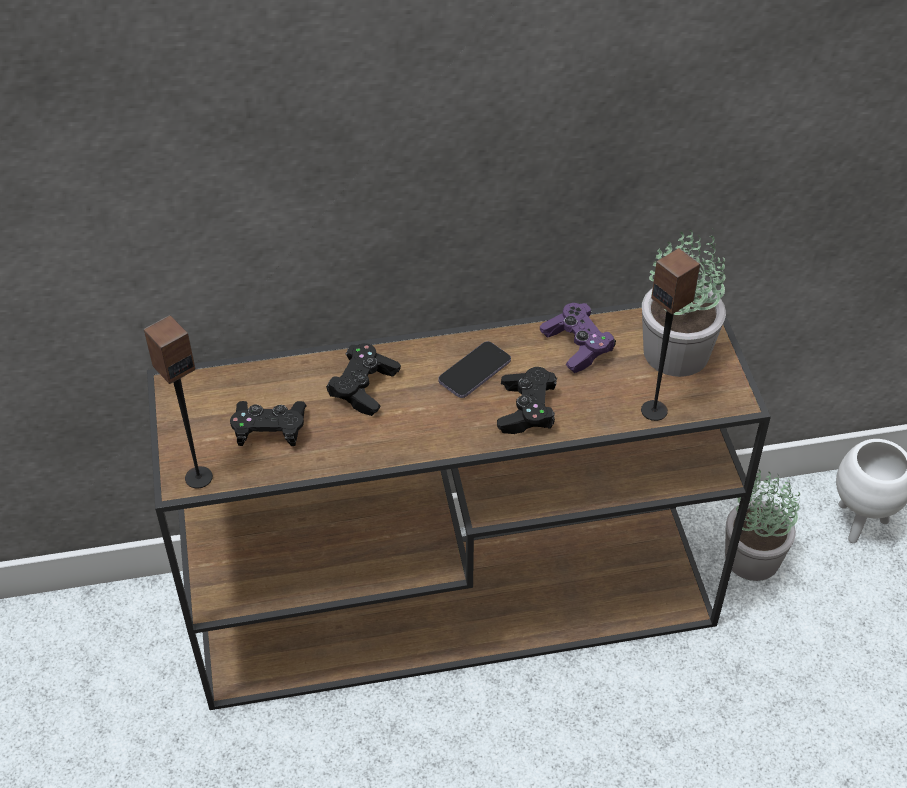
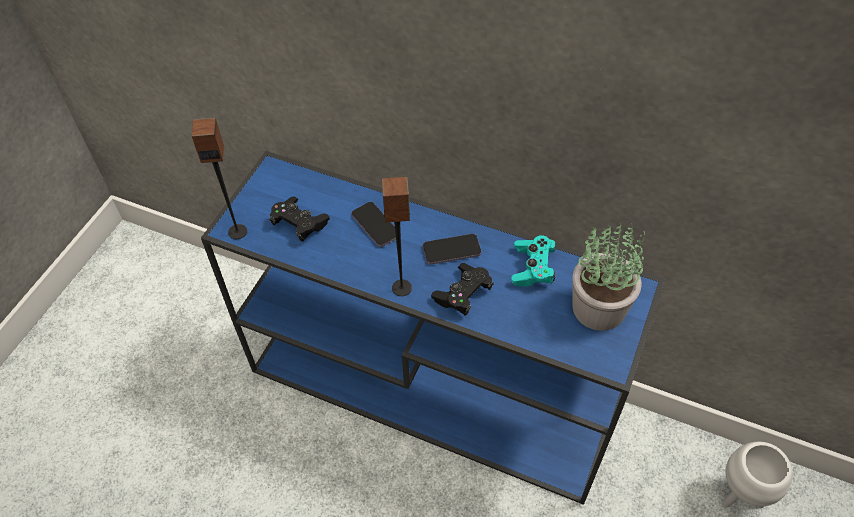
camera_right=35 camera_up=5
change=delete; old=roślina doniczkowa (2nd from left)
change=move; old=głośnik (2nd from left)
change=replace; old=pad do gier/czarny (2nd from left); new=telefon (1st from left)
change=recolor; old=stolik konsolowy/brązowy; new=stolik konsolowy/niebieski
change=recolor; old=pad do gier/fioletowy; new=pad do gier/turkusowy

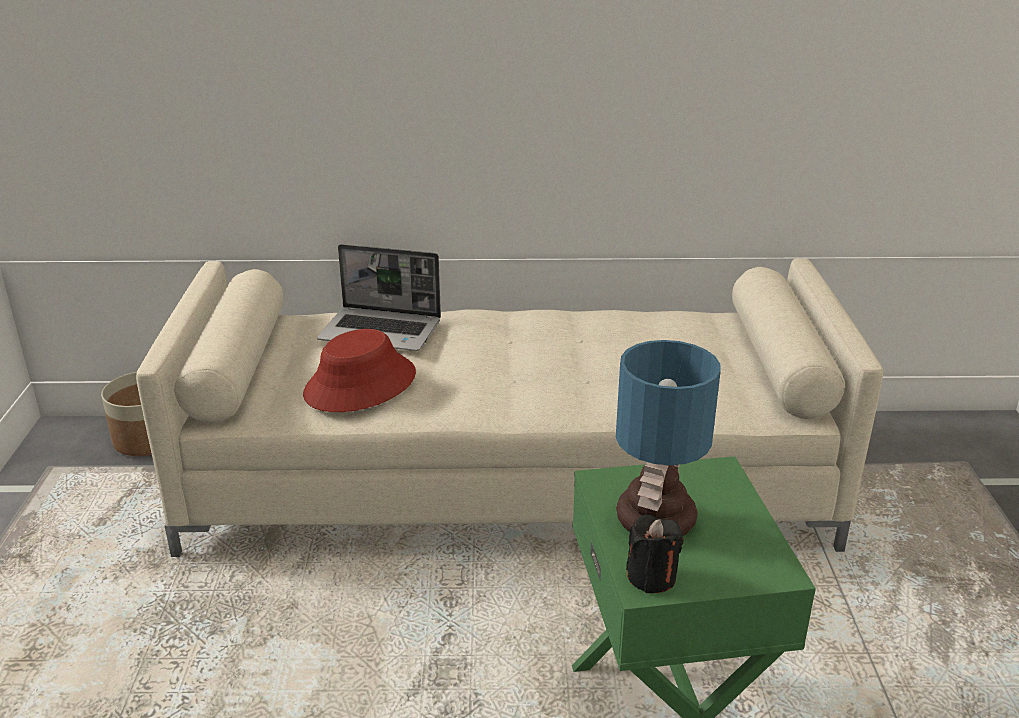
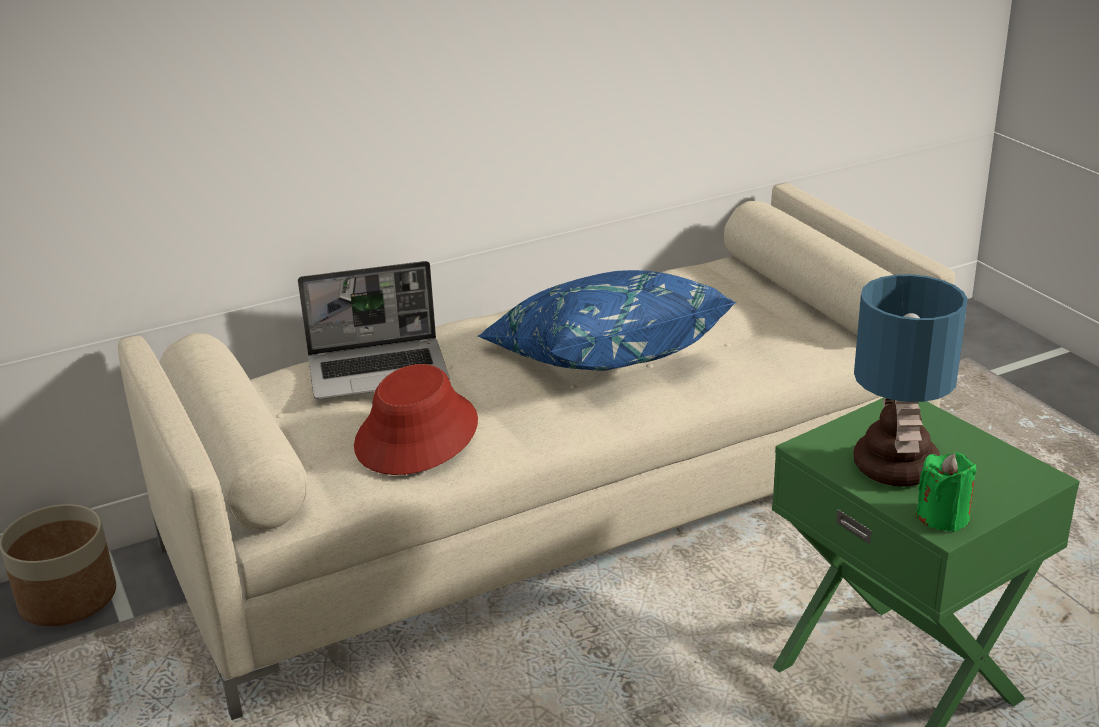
camera_right=-25 camera_up=0
change=insert; new=poduszka/niebieski
change=recolor; old=świeca/czarny; new=świeca/zielony

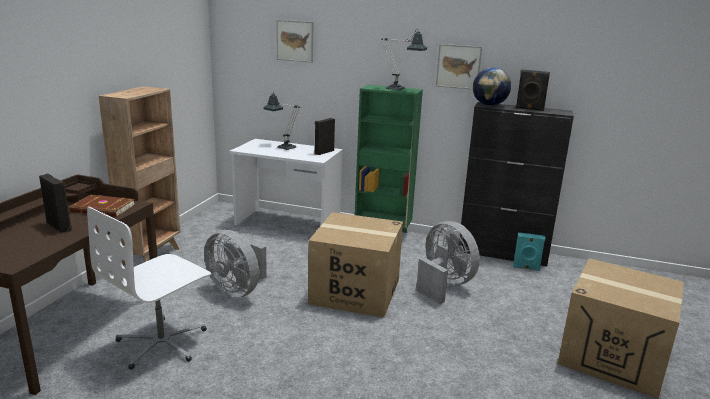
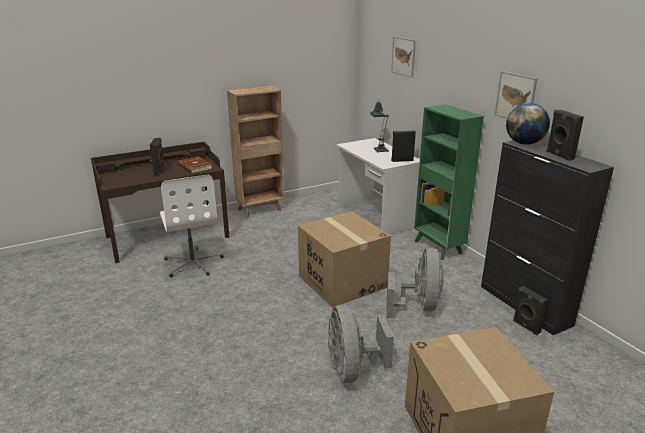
camera_right=45 camera_up=5
change=delete; old=lampa stołowa (2nd from left)
change=move; old=wentylator/szary (1st from left)
change=recolor; old=głośnik/turkusowy; new=głośnik/czarny (3rd from left)
change=rotate; old=krzesło biurowe/biały; degrees=-105

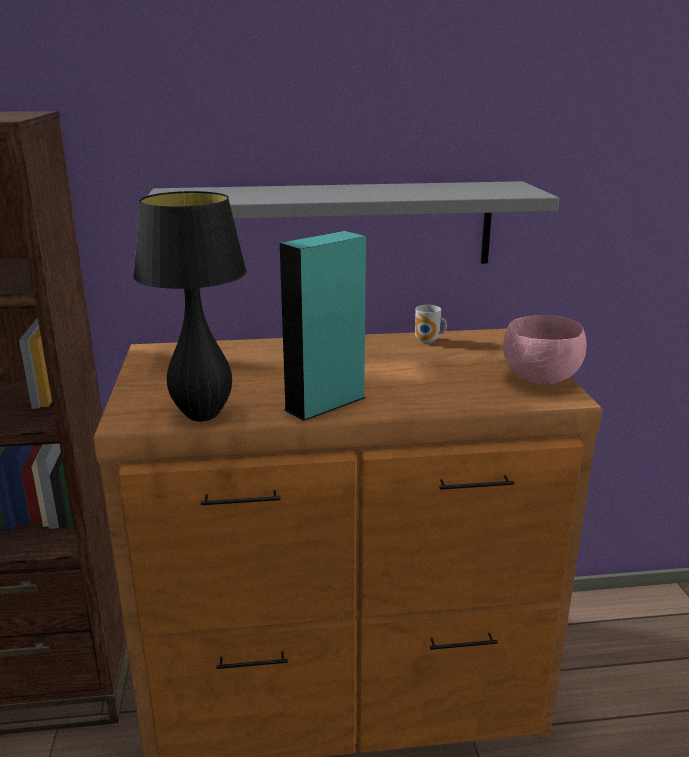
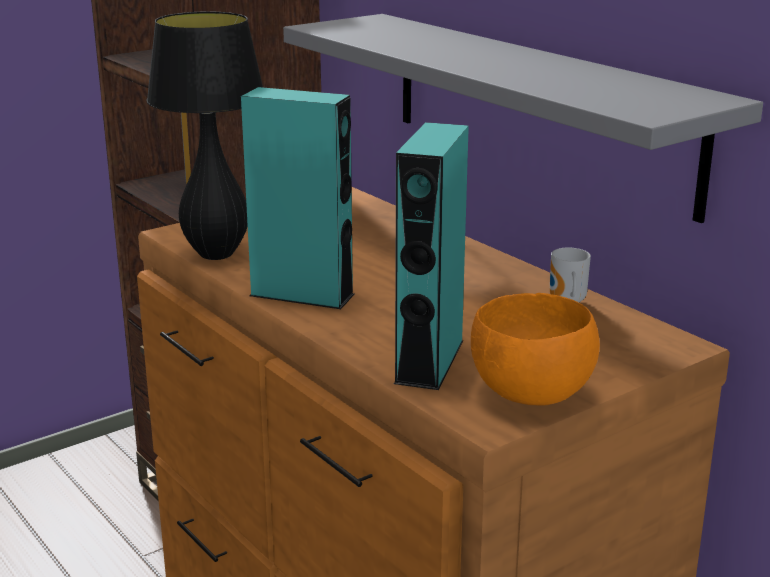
camera_right=60 camera_up=0
change=insert; new=głośnik/turkusowy (2nd from left)
change=recolor; old=miska/różowy; new=miska/pomarańczowy

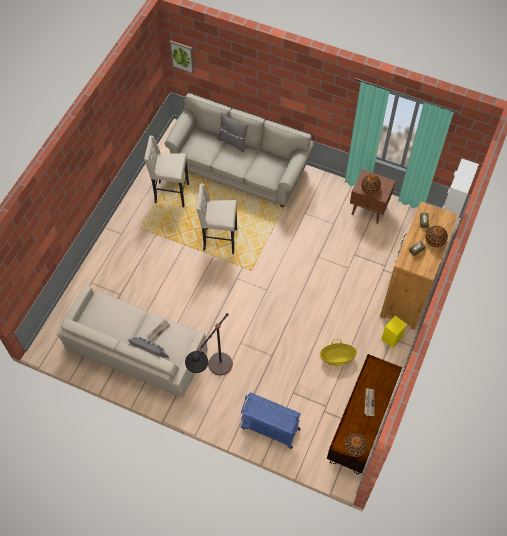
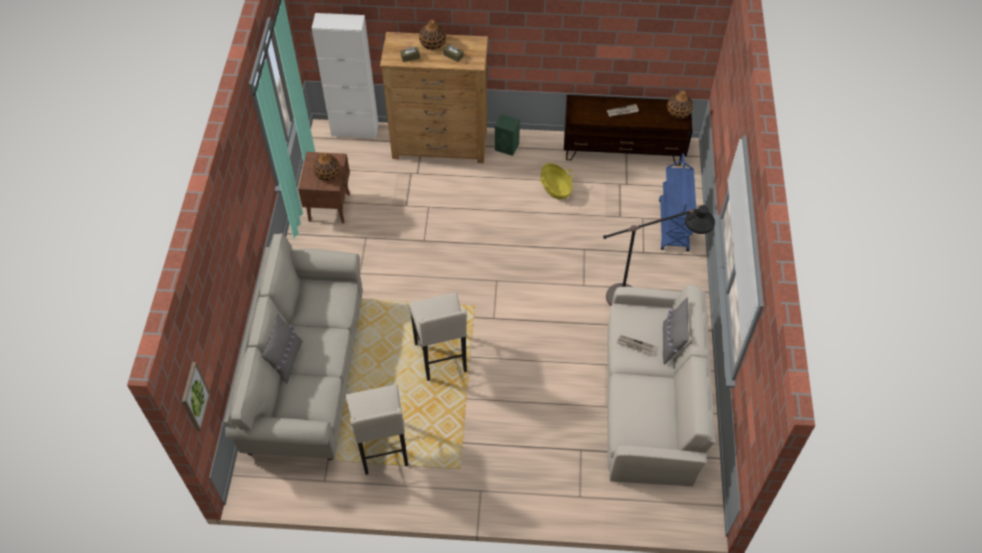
camera_right=-110 camera_up=-5
change=recolor; old=głośnik/żółty; new=głośnik/zielony

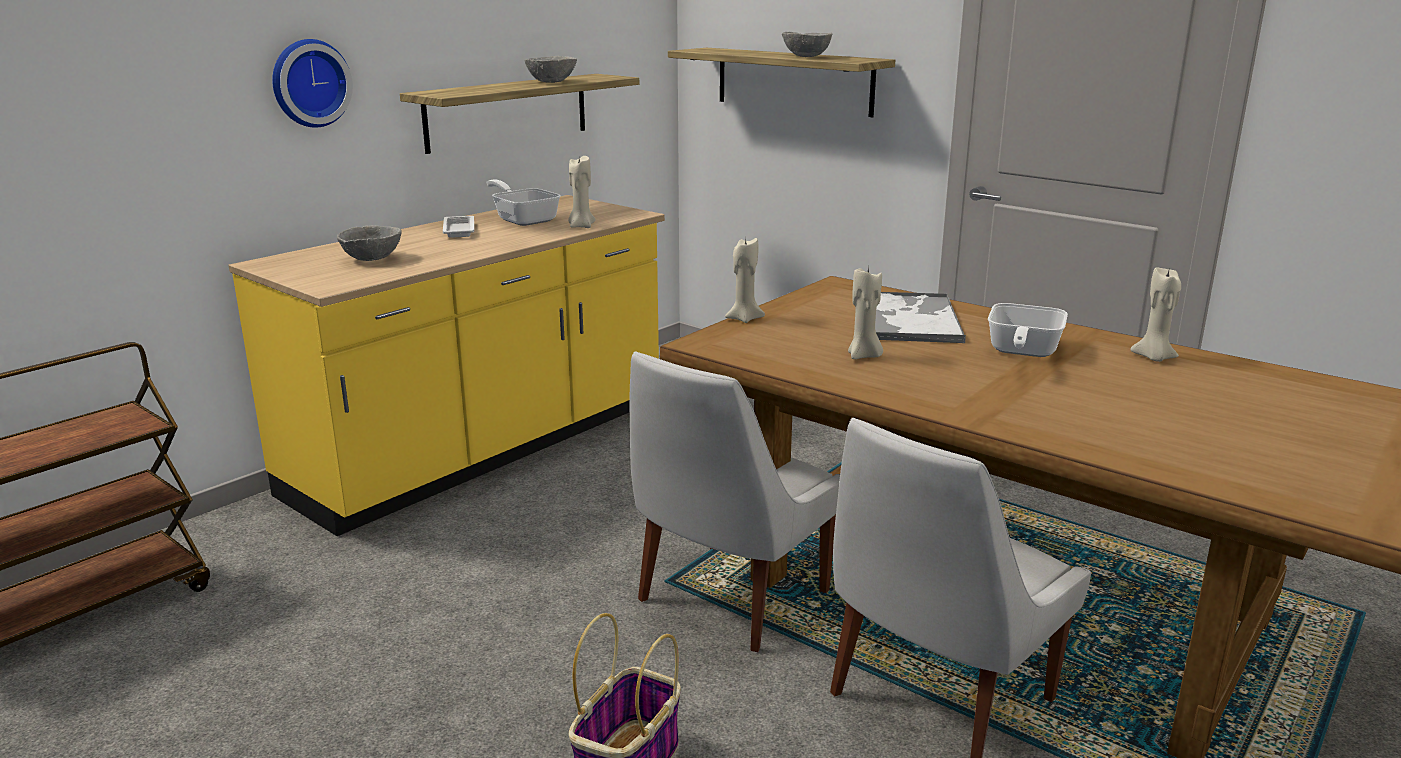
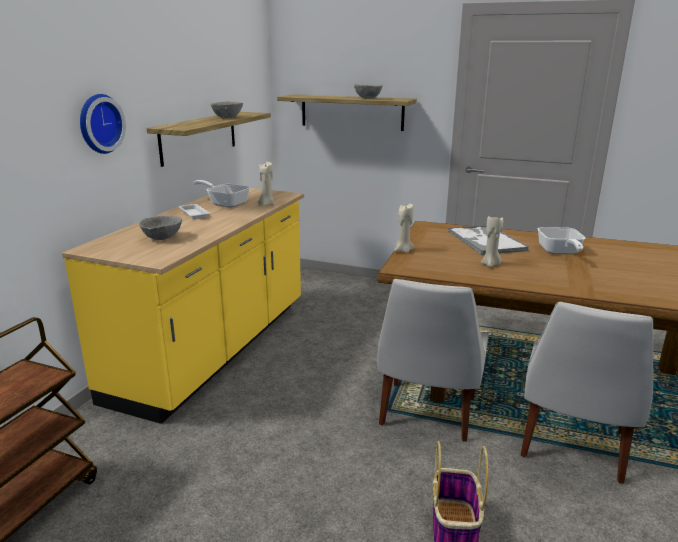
camera_right=-20 camera_up=0
change=delete; old=świeca/beżowy (4th from left)

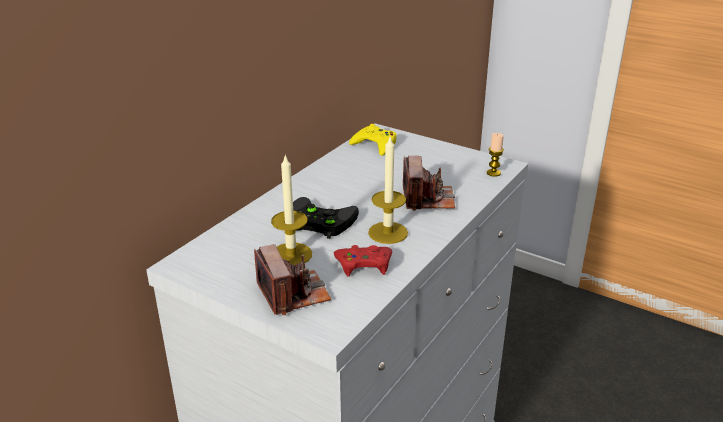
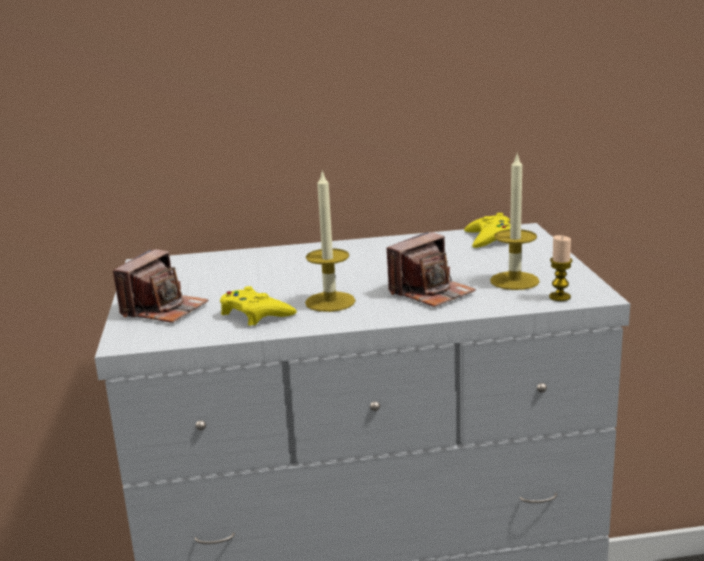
camera_right=50 camera_up=-10
change=delete; old=pad do gier/czarny
change=move; old=świeca (1st from left in the first image); new=świeca (2nd from left)
change=recolor; old=pad do gier/czerwony; new=pad do gier/żółty (1st from left)

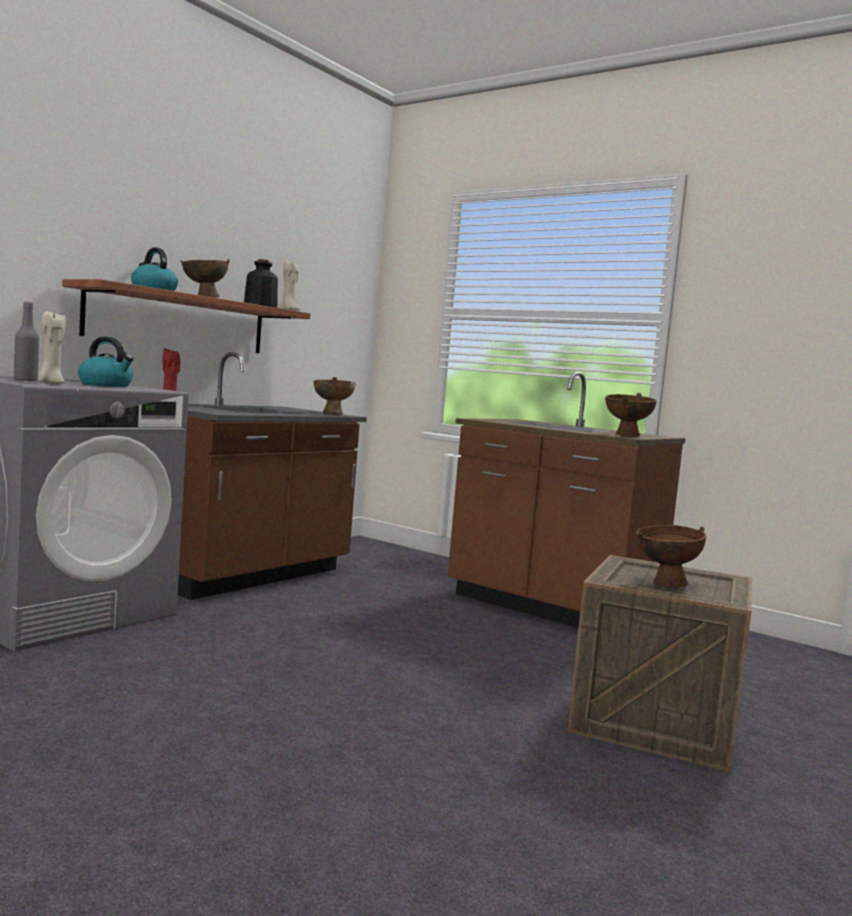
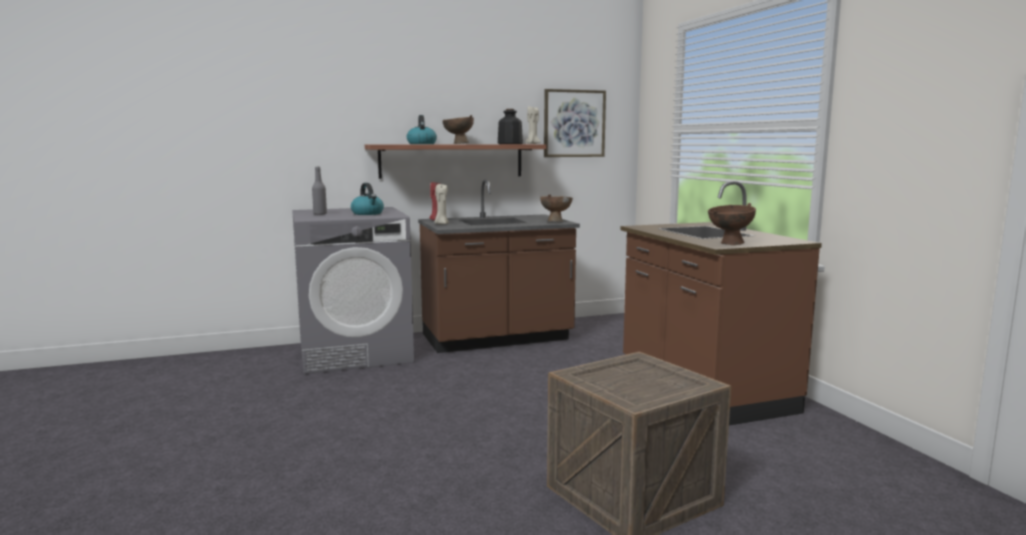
camera_right=35 camera_up=5
change=delete; old=miska/brązowy (4th from left)
change=insert; new=obraz
change=move; old=świeca/beżowy (1st from left)

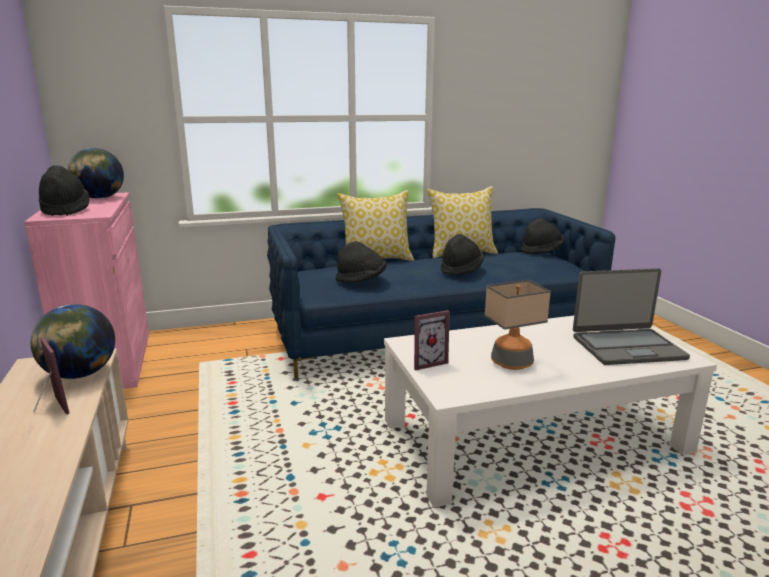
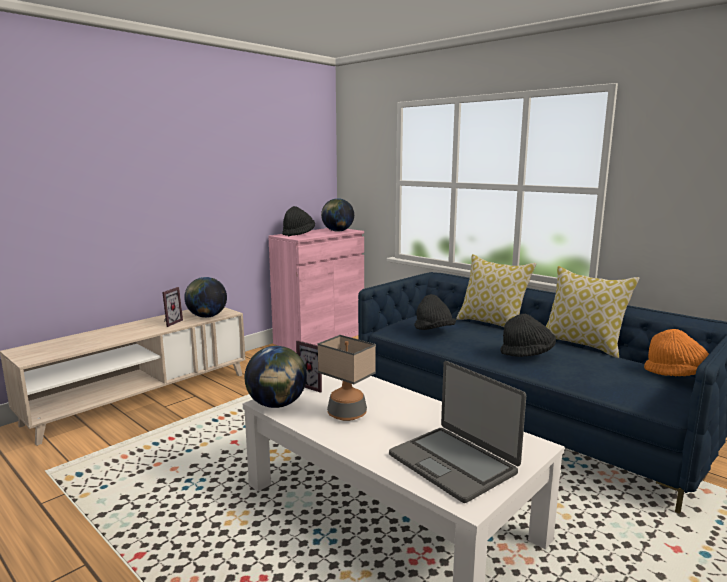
camera_right=60 camera_up=-5
change=insert; new=globus (2nd from left)
change=recolor; old=kapelusz/czarny (4th from left); new=kapelusz/pomarańczowy

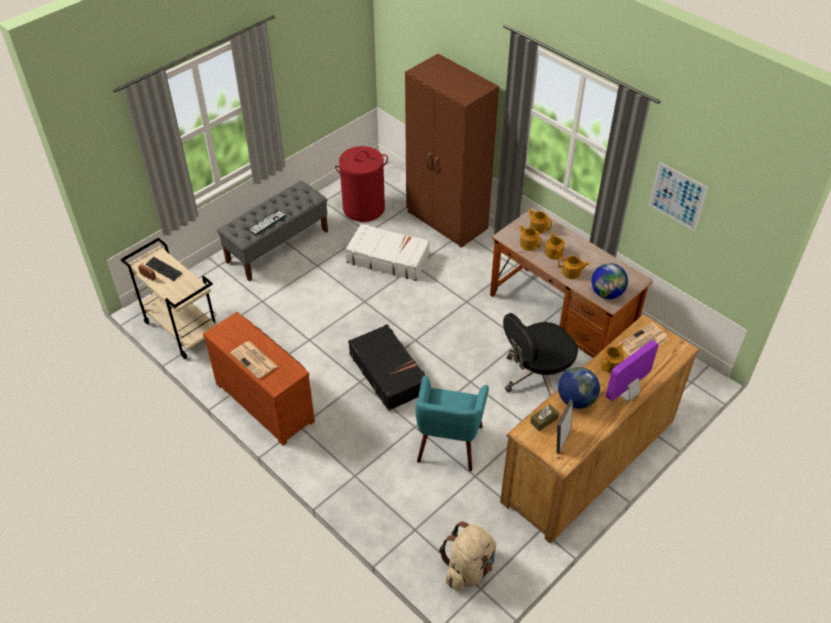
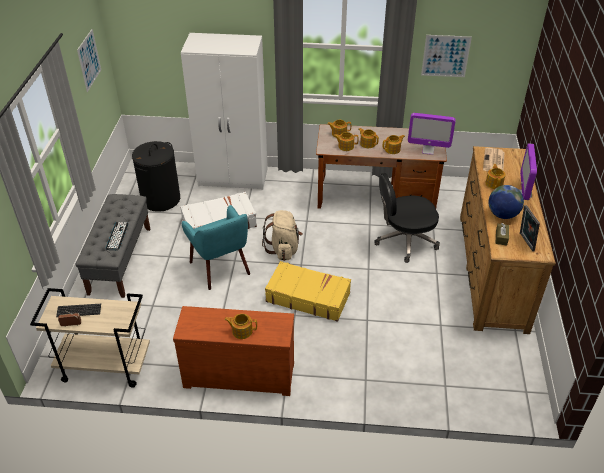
camera_right=-40 camera_up=-5
change=insert; new=obraz (1st from left)
change=move; old=fotel/turkusowy
change=move; old=plecak/beżowy
change=replace; old=gazeta (1st from left); new=imbryk (1st from left)
change=replace; old=globus (2nd from left); new=monitor (1st from left)
change=recolor; old=kosz na pranie/czerwony; new=kosz na pranie/czarny
change=recolor; old=walizka/czarny; new=walizka/żółty
change=recolor; old=szafa/brązowy; new=szafa/biały
change=rotate; old=krzesło biurowe/czarny; degrees=60

